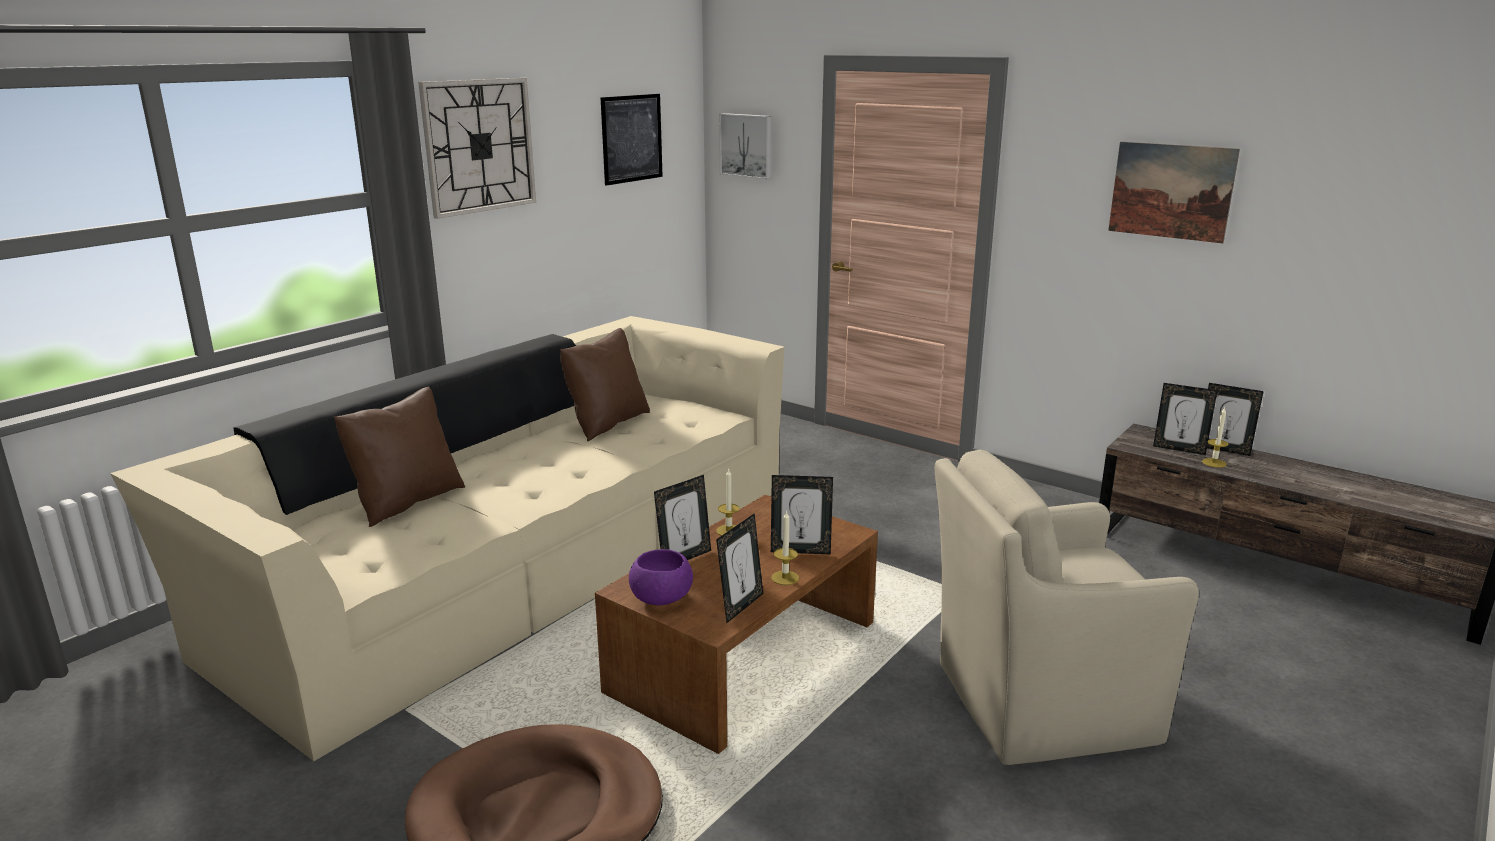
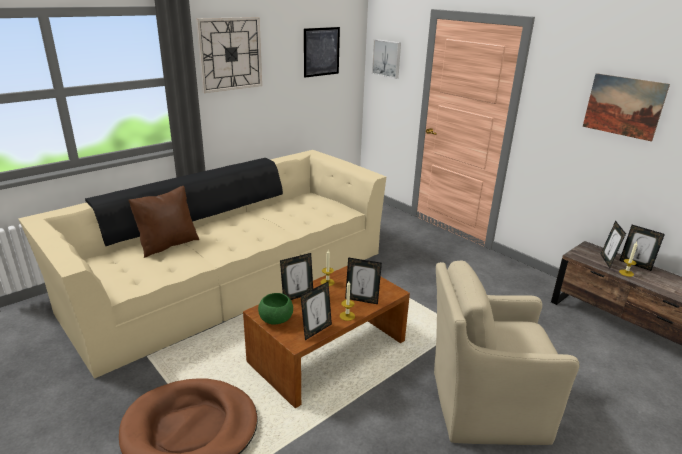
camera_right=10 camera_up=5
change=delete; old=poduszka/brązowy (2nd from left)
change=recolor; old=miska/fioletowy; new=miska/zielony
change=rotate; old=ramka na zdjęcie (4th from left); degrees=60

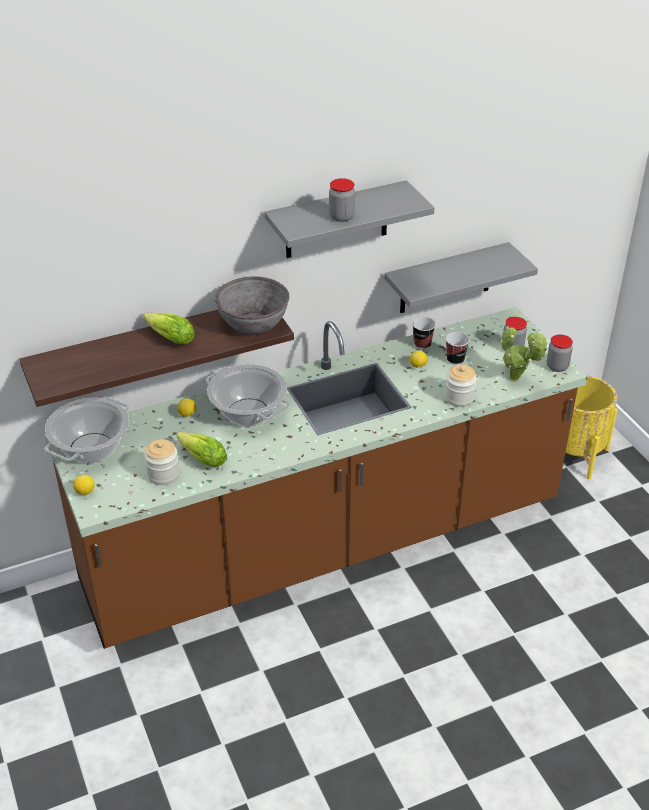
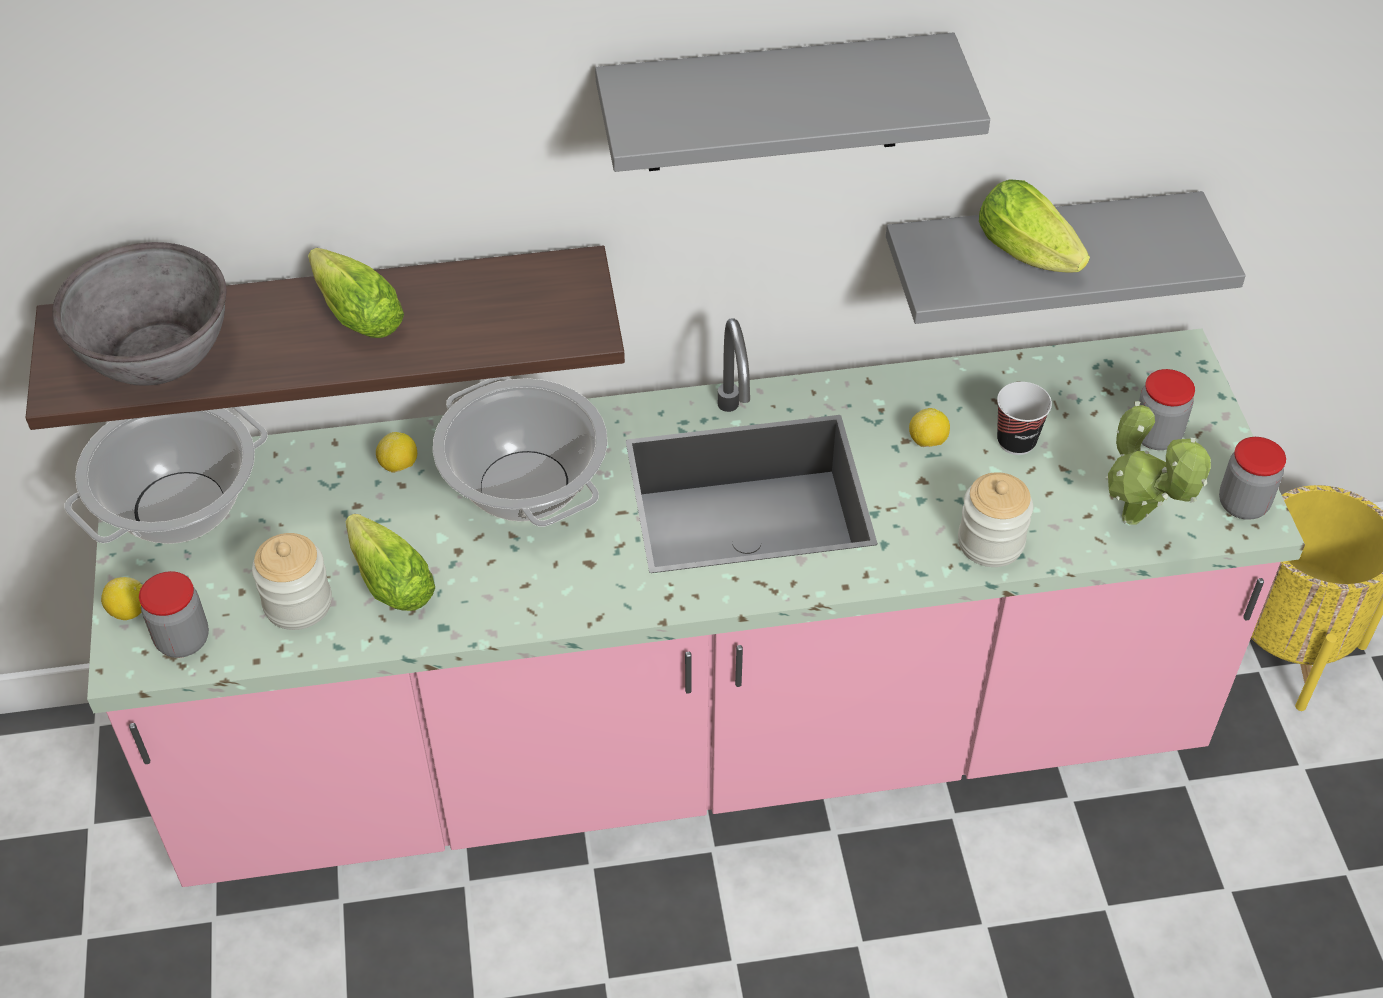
camera_right=15 camera_up=10
change=delete; old=filiżanka (1st from left)
change=insert; new=sałata (3rd from left)
change=move; old=miska/szary
change=move; old=słoik (2nd from left in the first image); new=słoik (1st from left)
change=recolor; old=zabudowa kuchenna/brązowy; new=zabudowa kuchenna/różowy

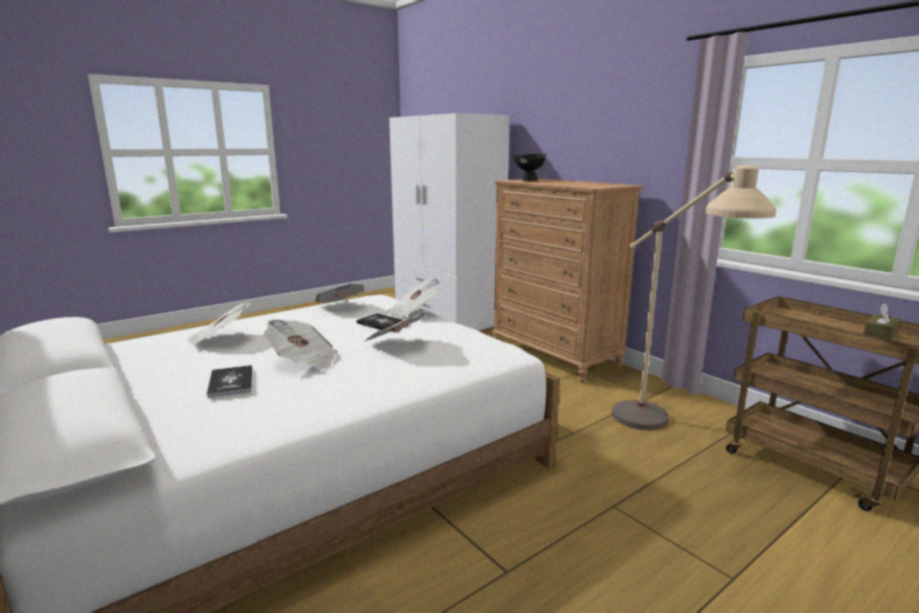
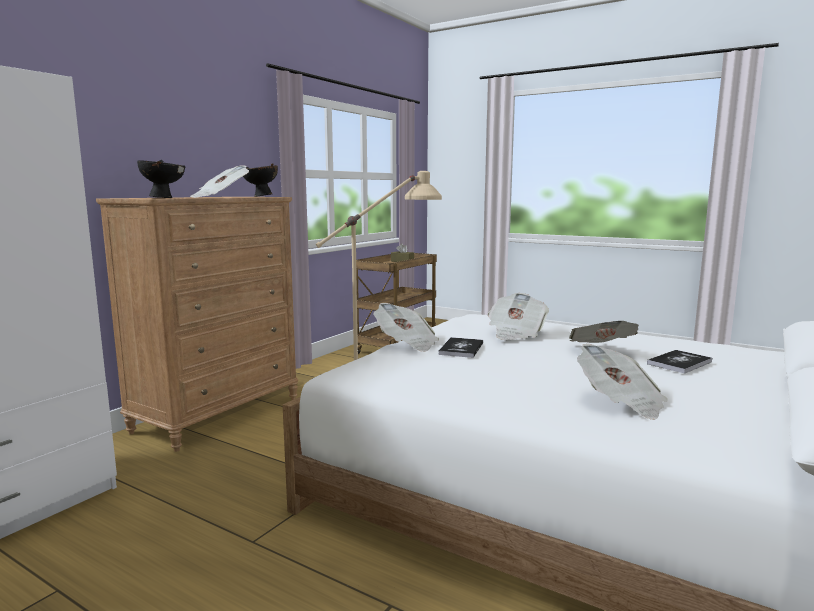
camera_right=-110 camera_up=-5
change=insert; new=miska/czarny (2nd from left)
change=move; old=gazeta (3rd from left in the first image); new=gazeta (1st from left)

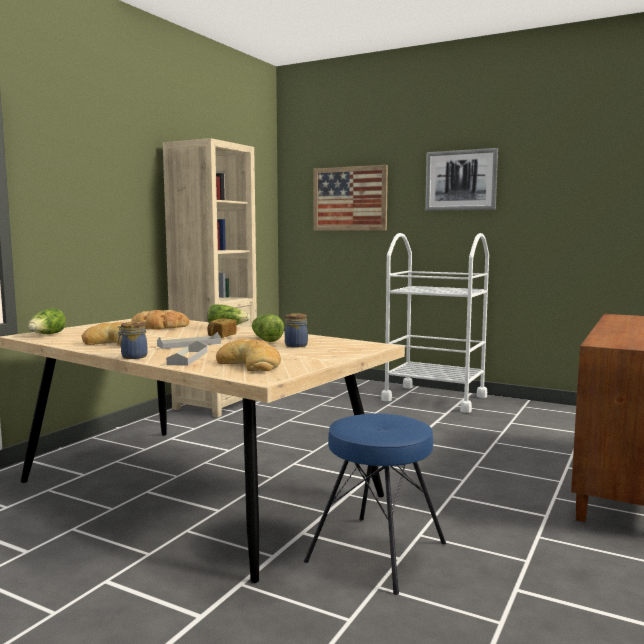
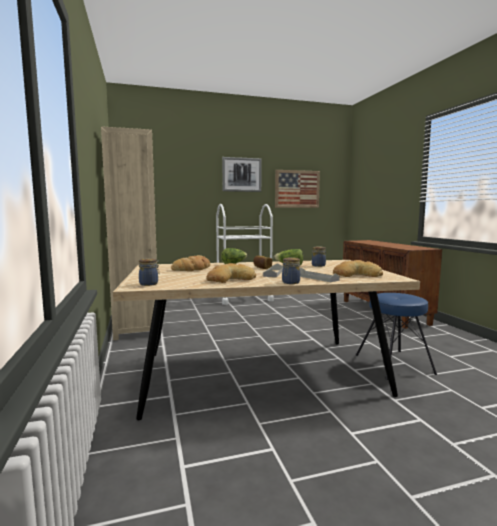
camera_right=-45 camera_up=0
change=move; old=obraz (1st from left in the first image); new=obraz (2nd from left)
change=replace; old=sałata (1st from left); new=słoik (1st from left)

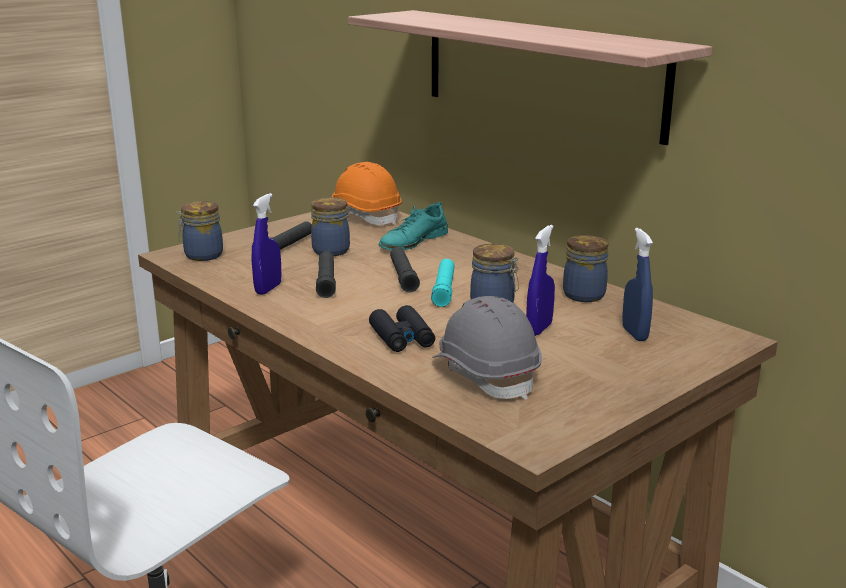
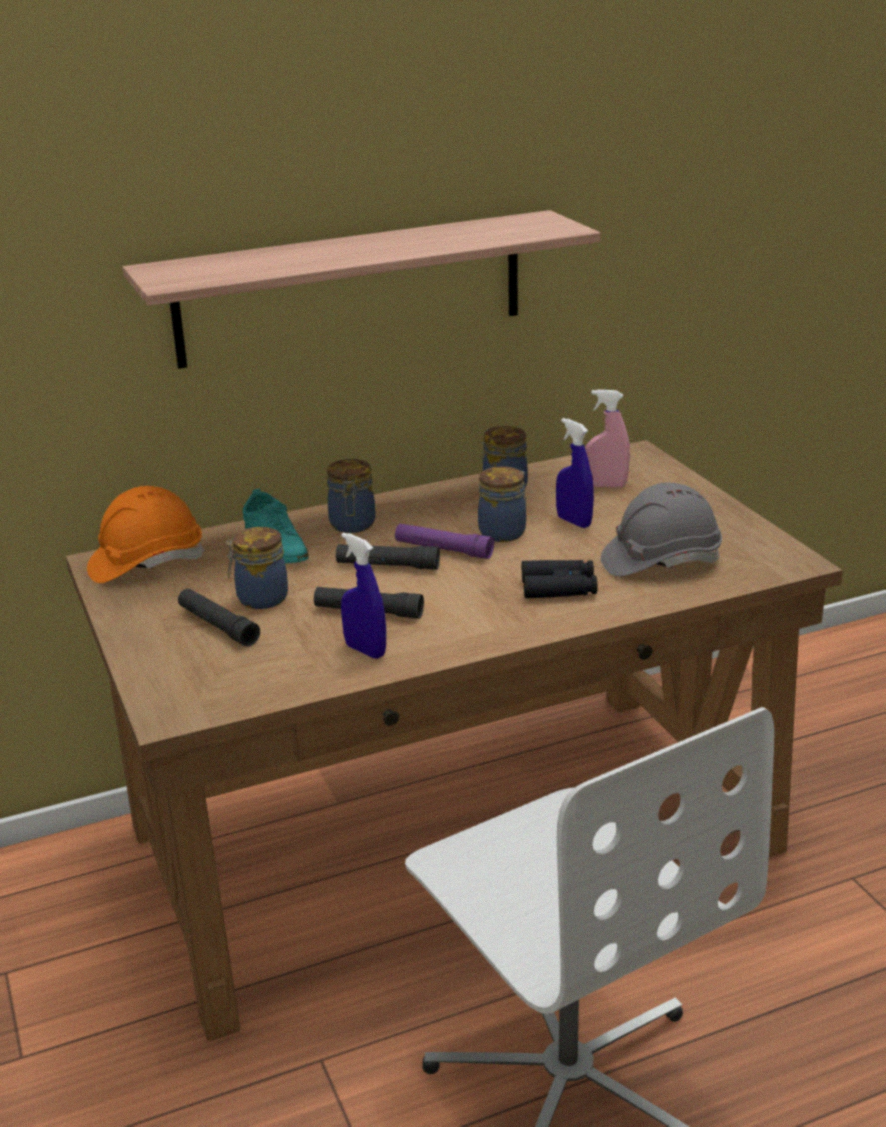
camera_right=-70 camera_up=5
change=move; old=słoik (1st from left in the first image); new=słoik (2nd from left)
change=recolor; old=latarka/turkusowy; new=latarka/fioletowy
change=recolor; old=spryskiwacz/niebieski (3rd from left); new=spryskiwacz/różowy

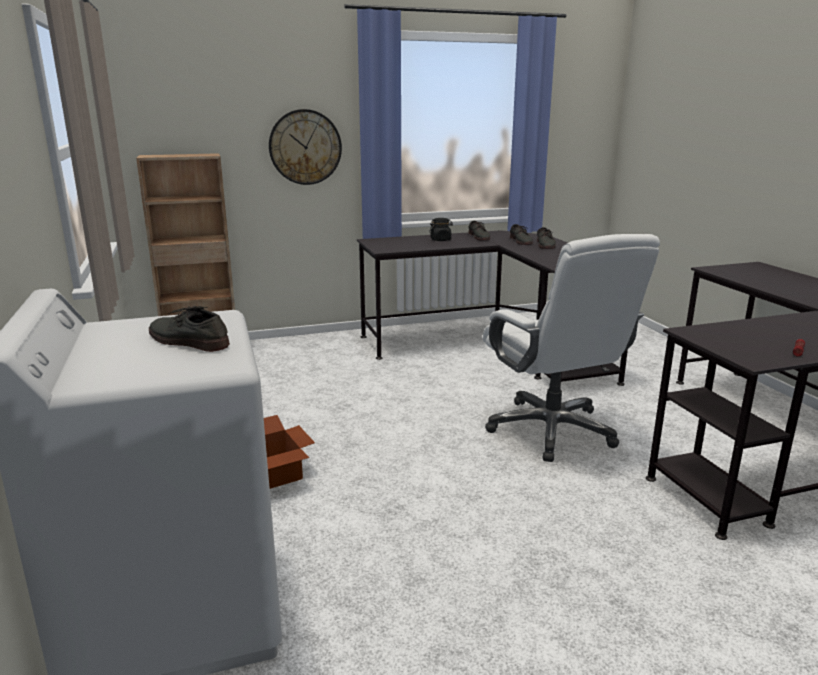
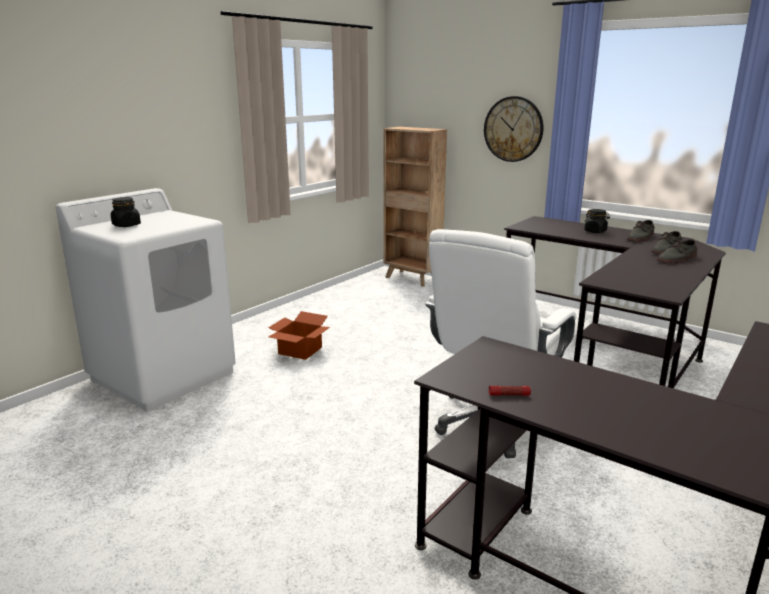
camera_right=55 camera_up=0
change=delete; old=but/szary (1st from left)
change=insert; new=słoik/czarny (1st from left)

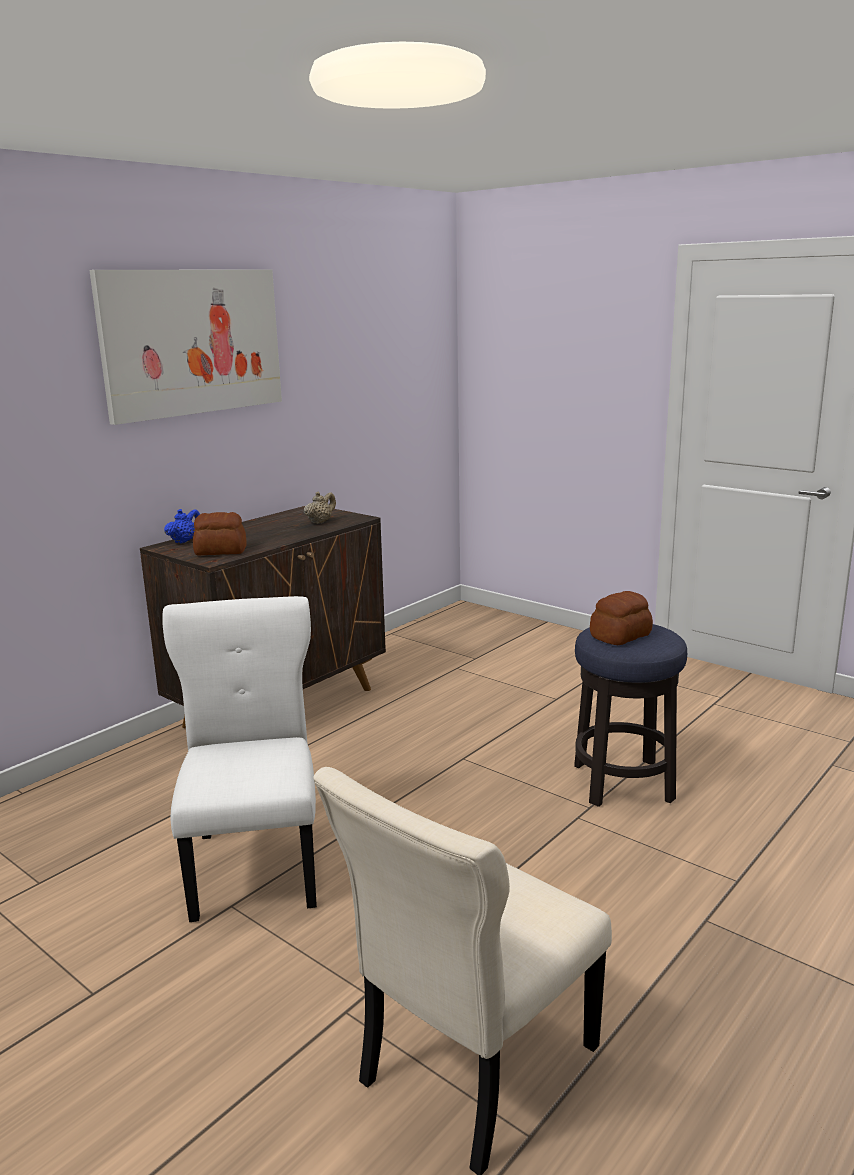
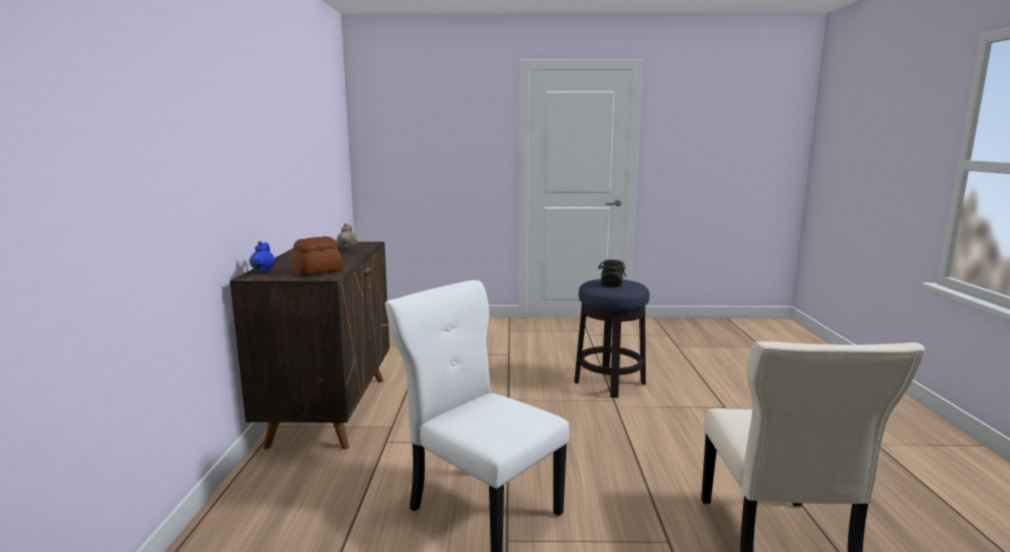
camera_right=-40 camera_up=-5
change=delete; old=obraz
change=replace; old=chleb (2nd from left); new=słoik/czarny

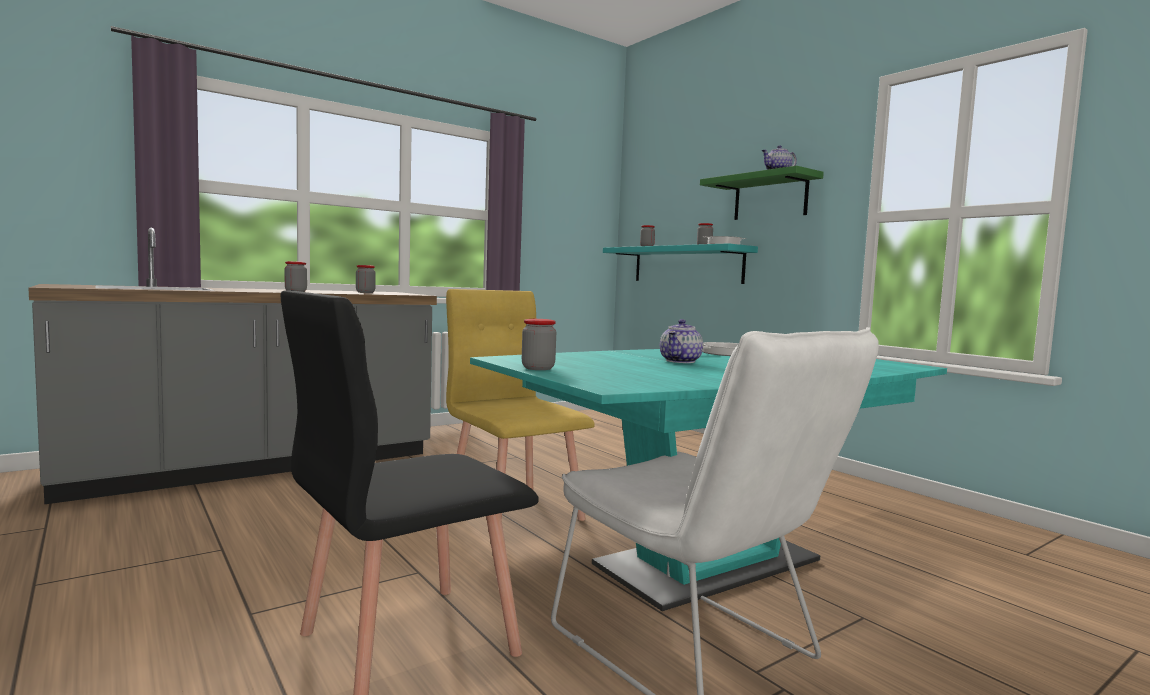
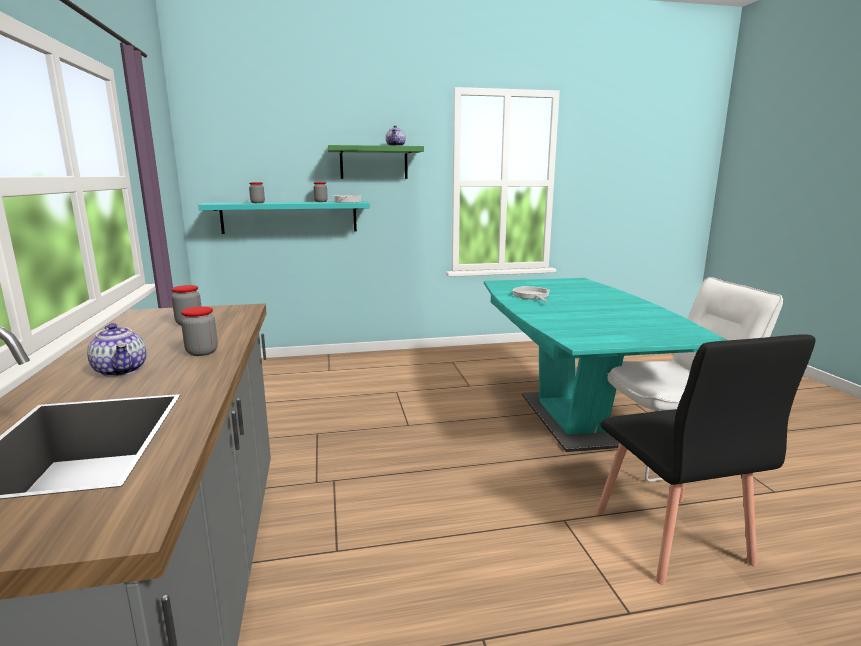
camera_right=-65 camera_up=10
change=delete; old=krzesło/żółty
change=delete; old=słoik (3rd from left)
change=move; old=imbryk (1st from left)

